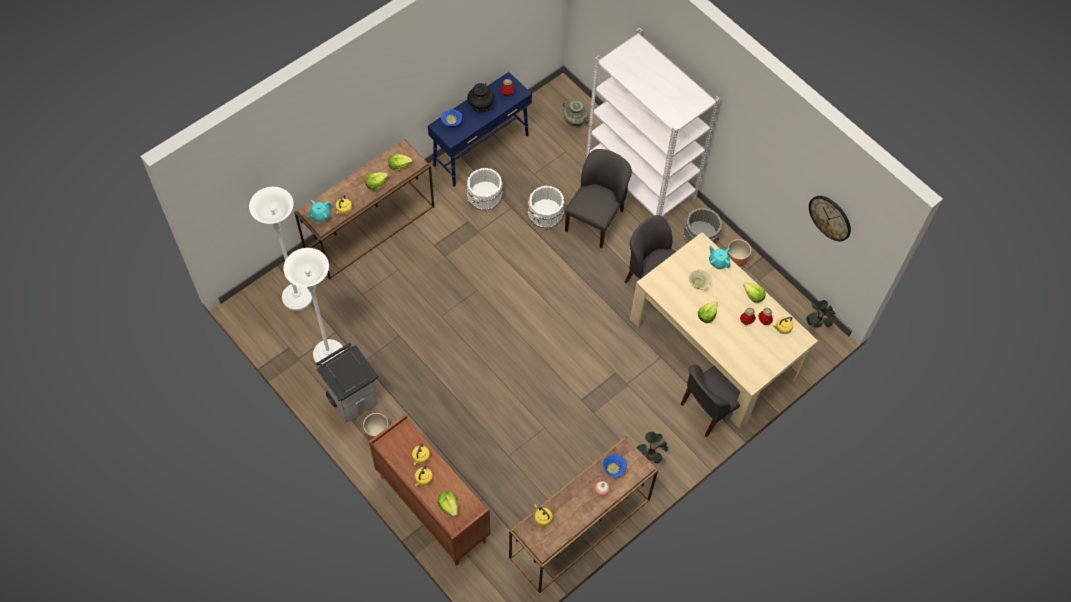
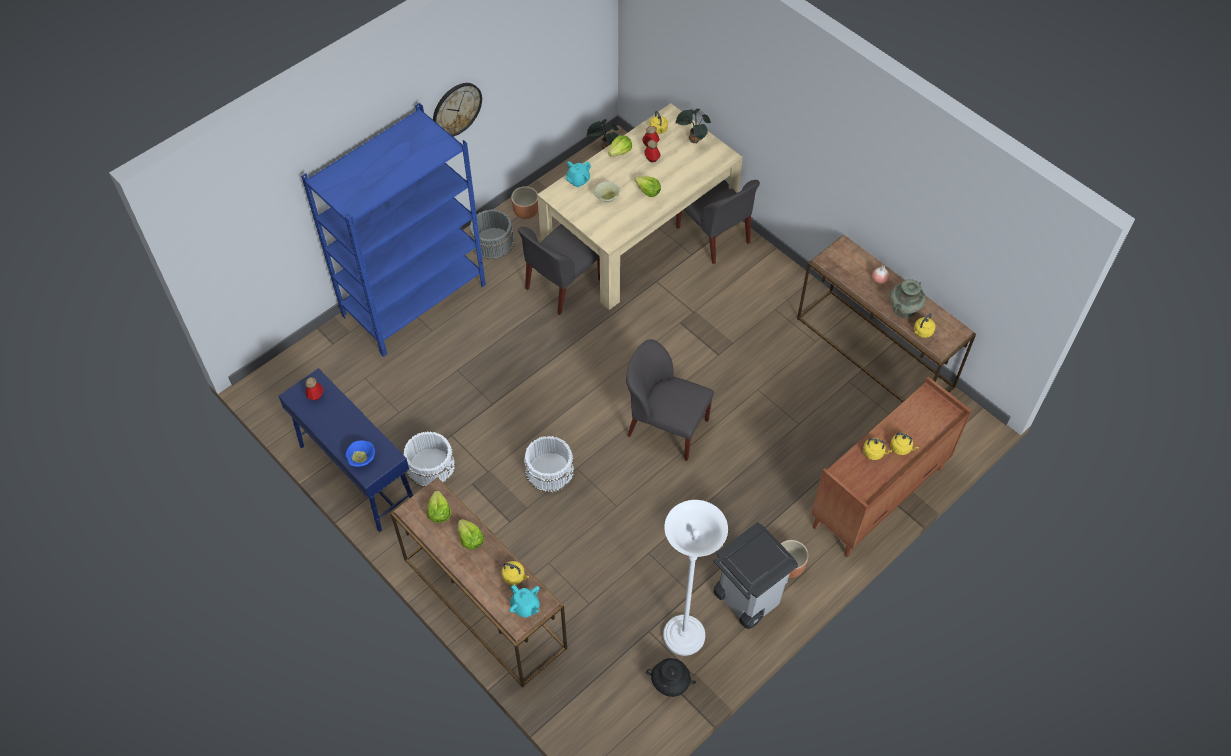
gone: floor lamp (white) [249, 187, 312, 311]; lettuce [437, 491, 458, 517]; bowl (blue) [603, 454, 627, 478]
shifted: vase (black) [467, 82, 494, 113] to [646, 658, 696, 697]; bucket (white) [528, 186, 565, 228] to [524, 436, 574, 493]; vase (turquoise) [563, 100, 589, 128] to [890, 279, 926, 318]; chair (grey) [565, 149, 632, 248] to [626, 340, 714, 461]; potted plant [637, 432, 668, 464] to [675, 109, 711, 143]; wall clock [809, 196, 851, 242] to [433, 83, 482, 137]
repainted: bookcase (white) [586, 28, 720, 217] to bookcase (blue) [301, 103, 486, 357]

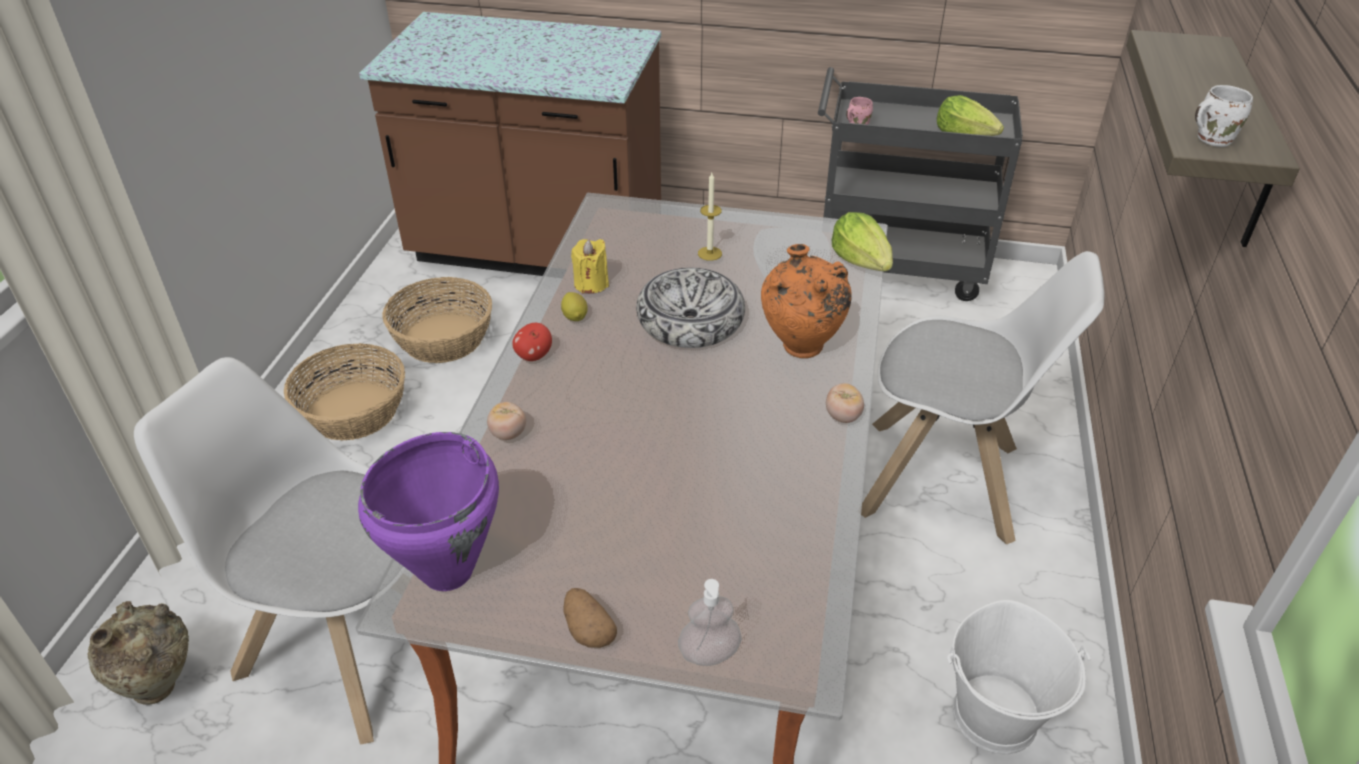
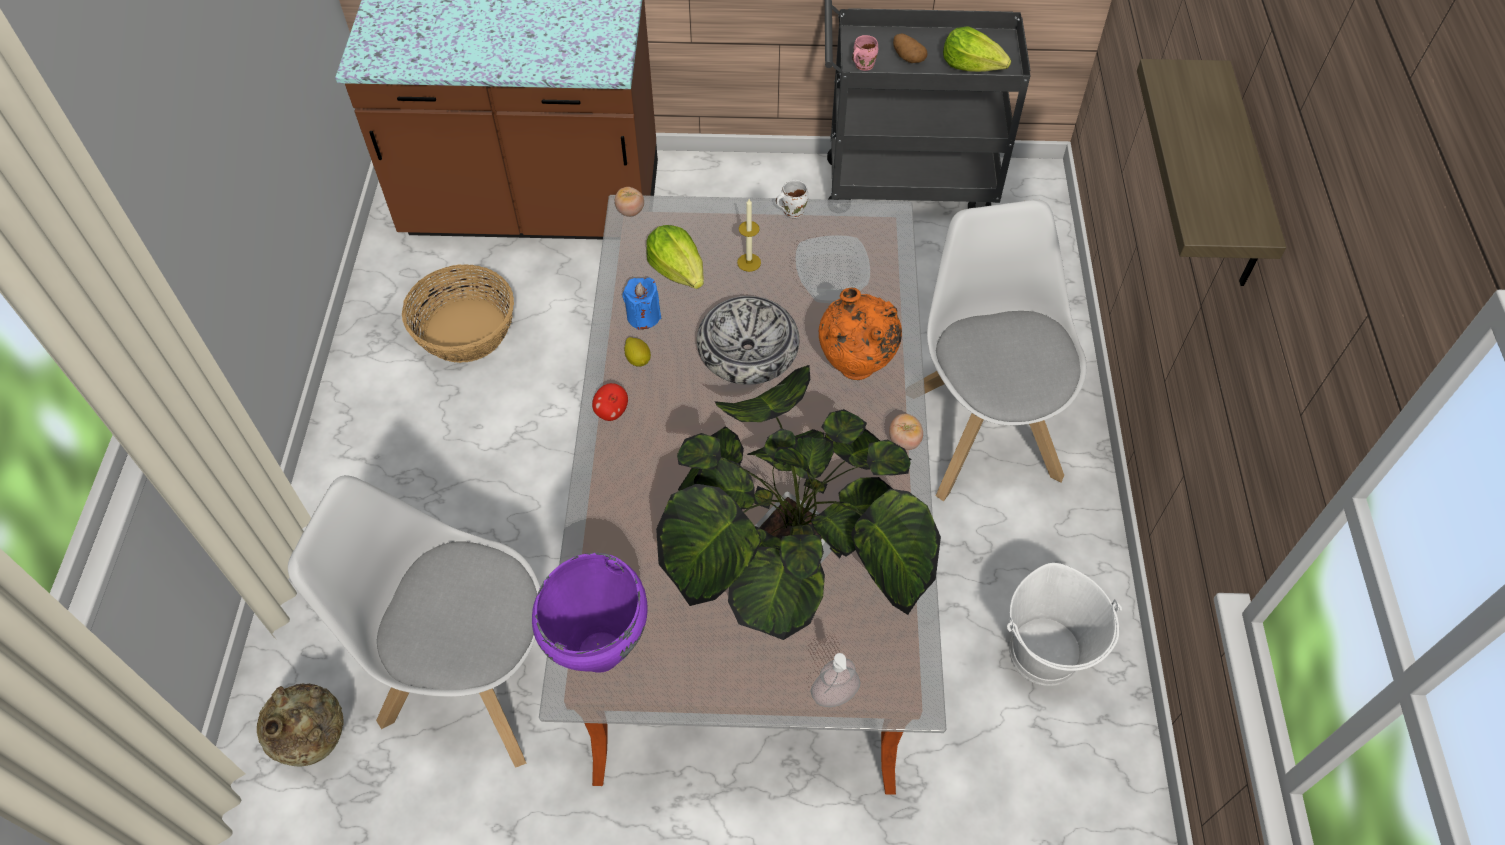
gone: basket [284, 343, 405, 441]
new: potted plant [656, 365, 941, 640]
shifted: tomato [487, 402, 526, 440] to [615, 187, 644, 216]; potato [563, 588, 617, 648] to [893, 33, 928, 63]; lettuce [831, 212, 893, 271] to [646, 225, 704, 289]; mug (white) [1195, 85, 1253, 147] to [776, 180, 808, 218]
repainted: candle (yellow) [571, 239, 609, 294] to candle (blue) [622, 278, 661, 330]
rotated: chair [861, 251, 1105, 545] = [924, 200, 1087, 502] 105 degrees counterclockwise

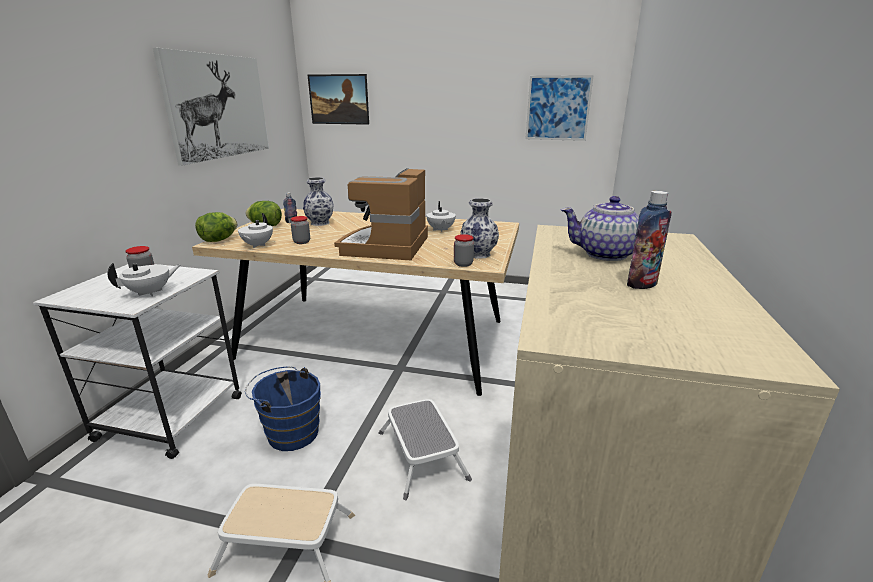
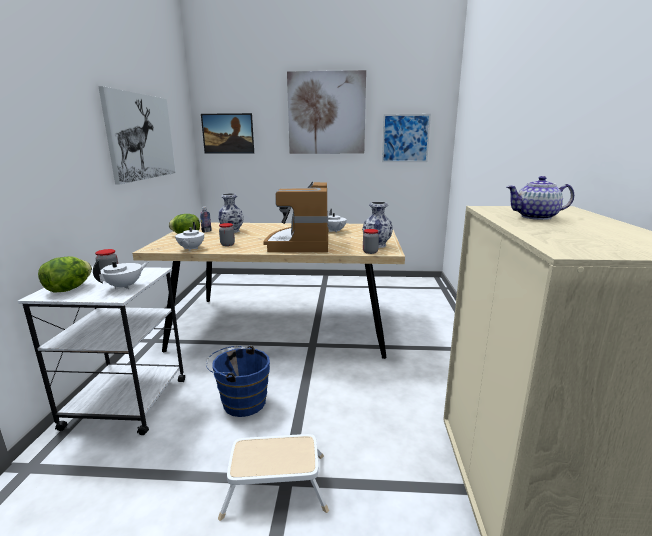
gone: step ladder (grey) [379, 399, 472, 501]; bottle [627, 191, 672, 289]
new: picture [287, 70, 366, 154]
shifted: lettuce [195, 212, 238, 242] to [38, 256, 92, 293]

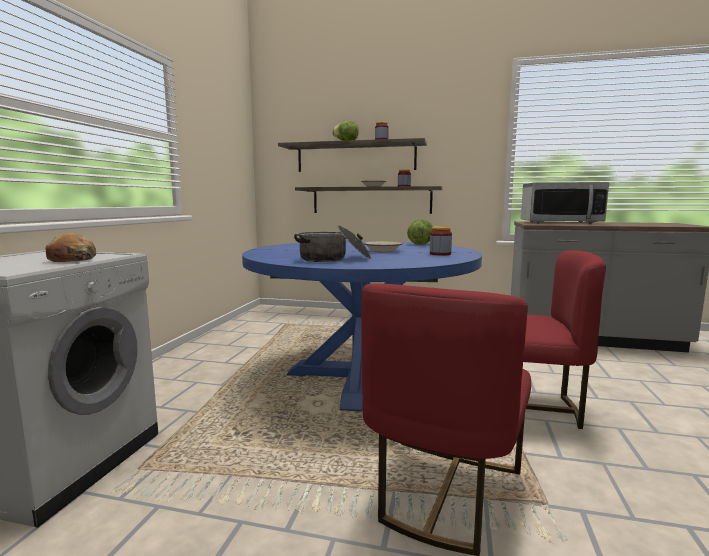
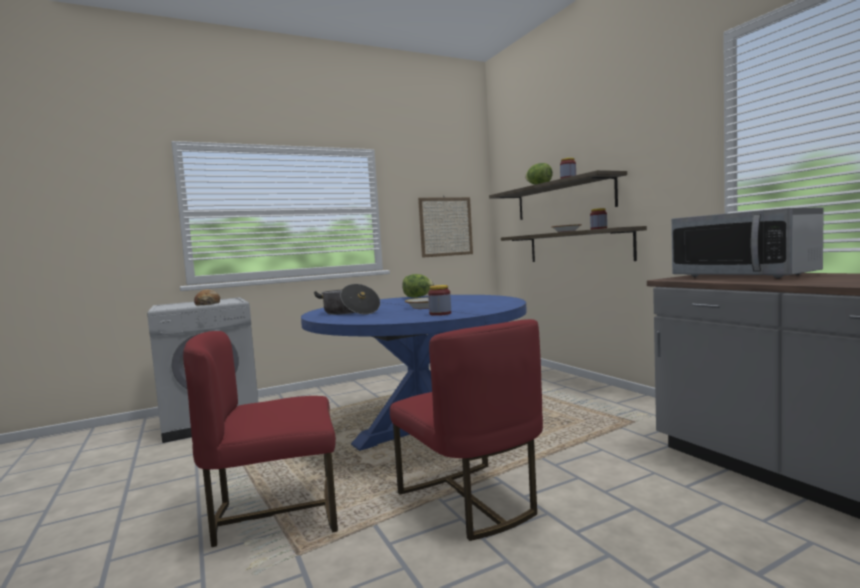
new: picture [418, 196, 473, 258]
shifted: lettuce [407, 219, 433, 245] to [402, 274, 434, 298]

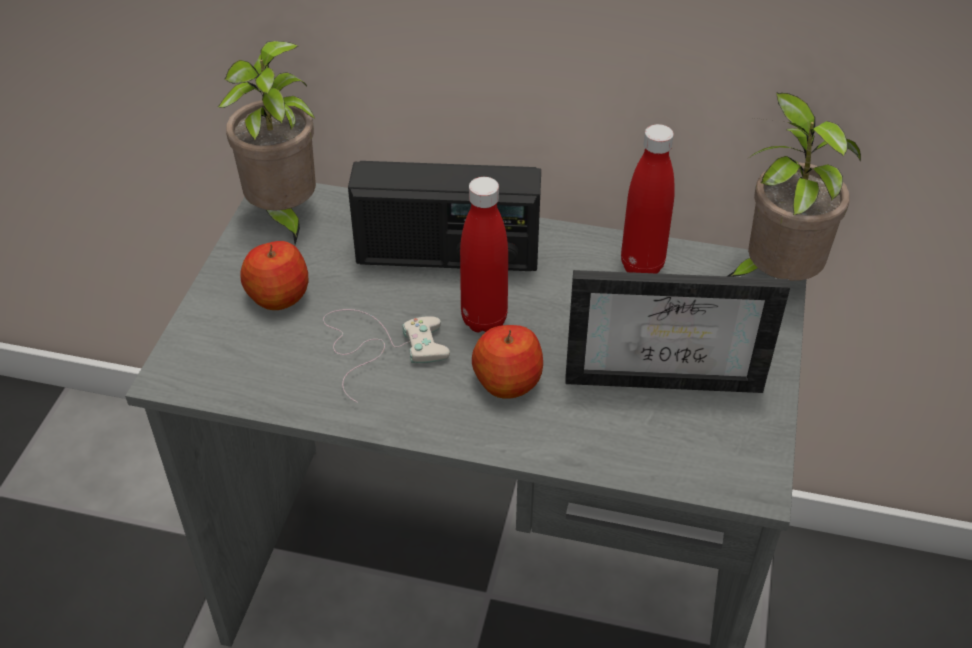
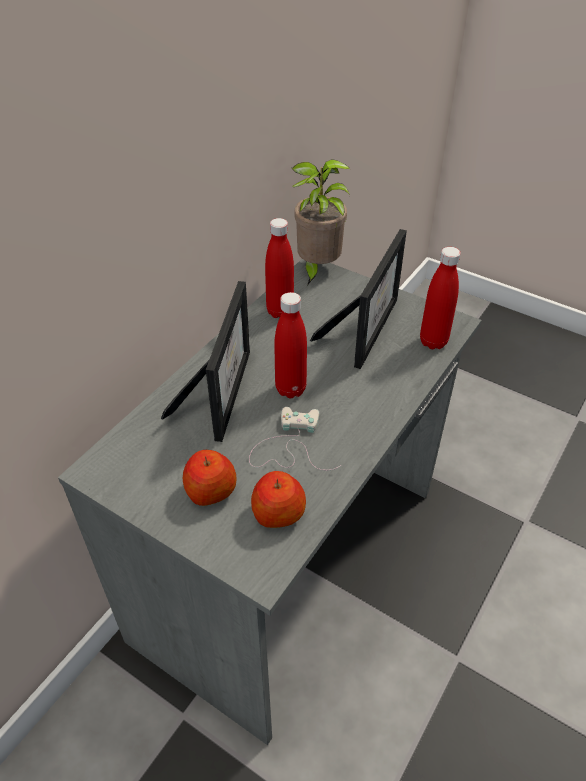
gone: potted plant [218, 41, 316, 245]
new: bottle (red) [420, 247, 461, 349]
shifted: apple [472, 325, 543, 399] to [251, 471, 306, 528]
swapped: radio [348, 161, 541, 271] to picture frame [161, 281, 250, 442]

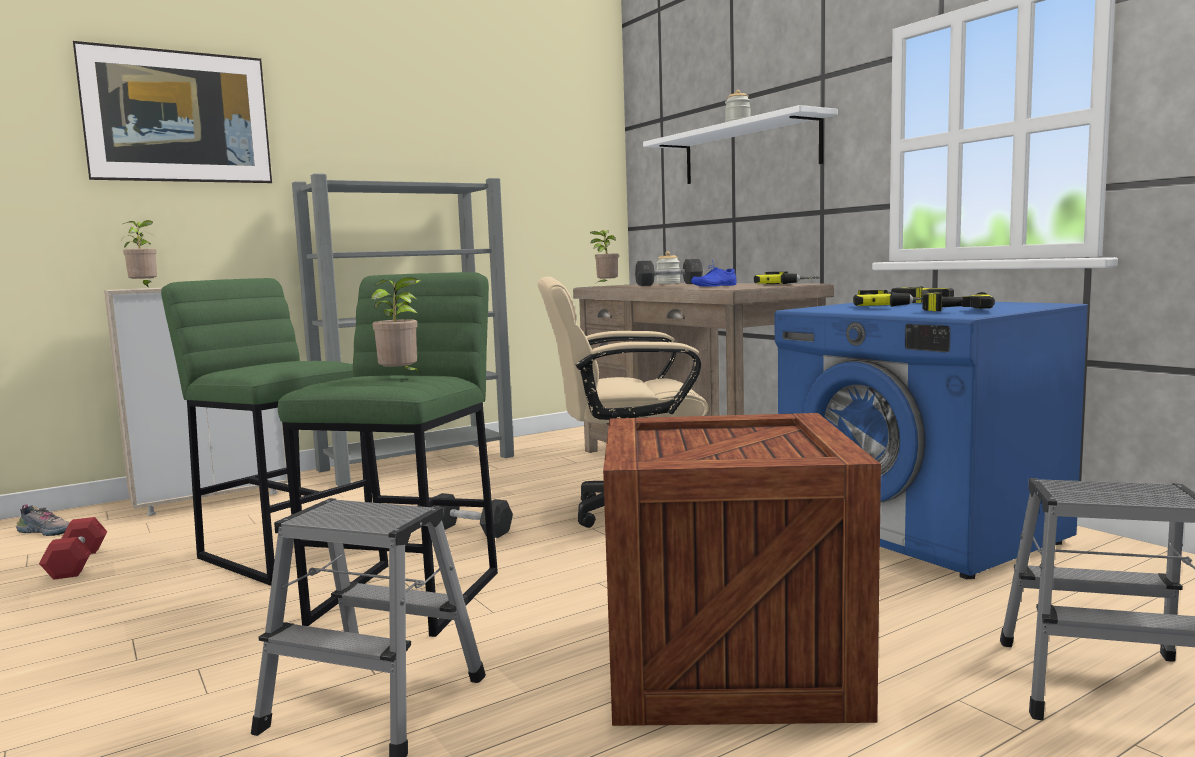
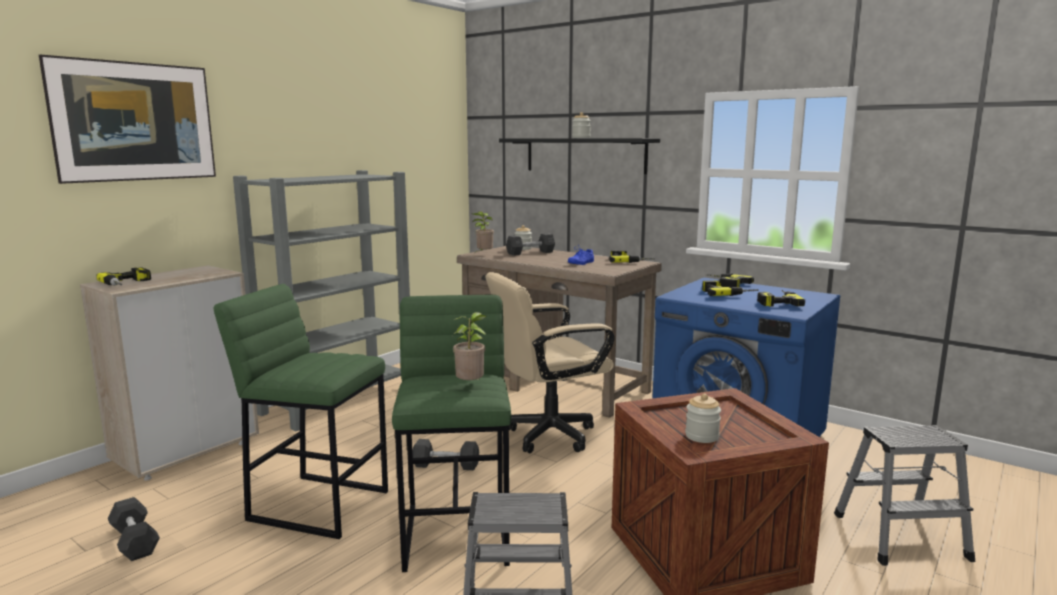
gone: shoe [16, 504, 69, 536]
new: jar [685, 394, 721, 443]
swapped: potted plant [121, 220, 157, 287] to power drill [96, 267, 151, 286]
repainted: dumbbell (red) [39, 517, 108, 580] to dumbbell (grey) [108, 497, 160, 561]; shelf (white) [643, 105, 838, 184] to shelf (black) [499, 138, 660, 174]

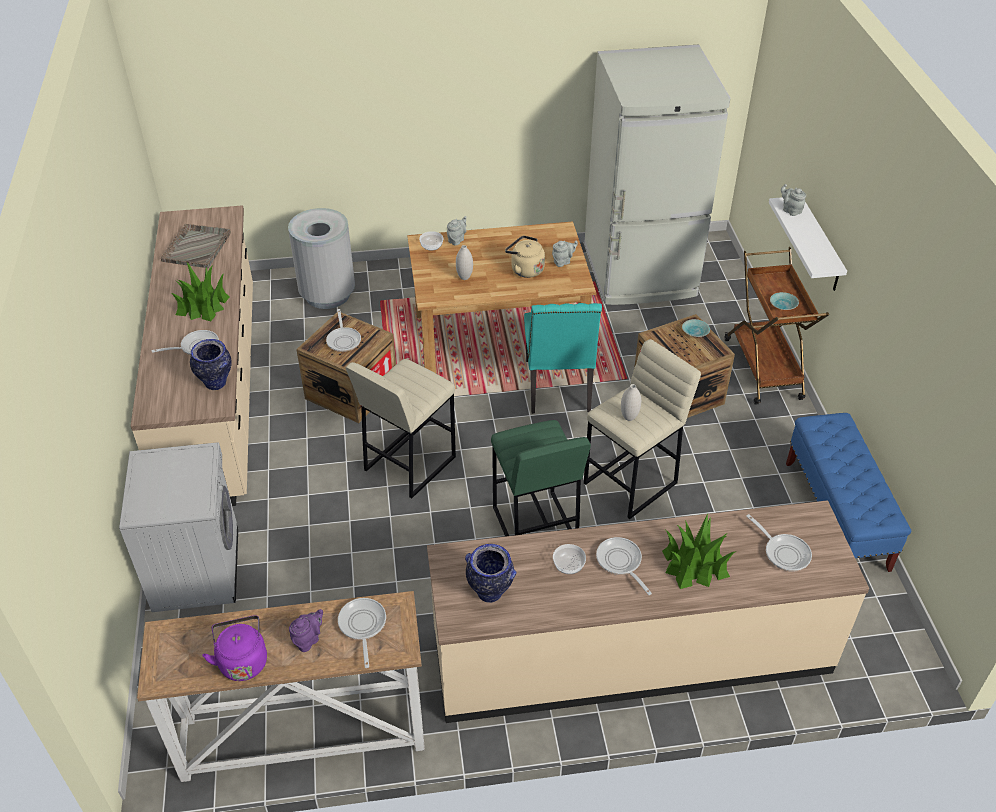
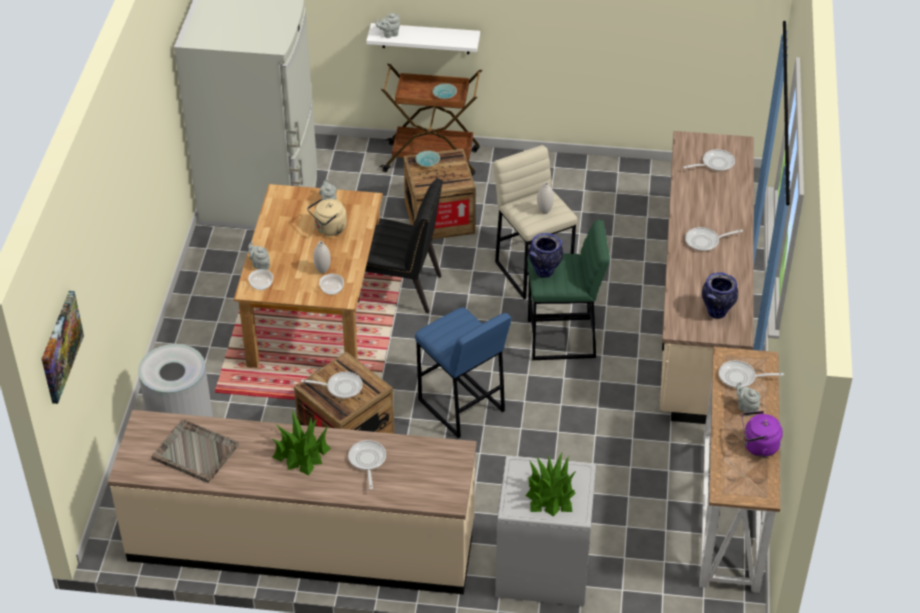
gone: bench (blue) [786, 413, 911, 572]
new: picture [42, 291, 84, 404]
shifted: vase [190, 339, 232, 390] to [528, 233, 563, 278]; bowl [553, 544, 586, 574] to [319, 274, 344, 295]; potted plant [662, 513, 735, 589] to [525, 453, 576, 517]
repainted: teapot (purple) [289, 609, 323, 652] to teapot (grey) [736, 382, 761, 416]; stool (beige) [346, 359, 456, 498] to stool (blue) [415, 307, 512, 438]; chair (turquoise) [524, 303, 602, 414] to chair (black) [358, 178, 443, 313]

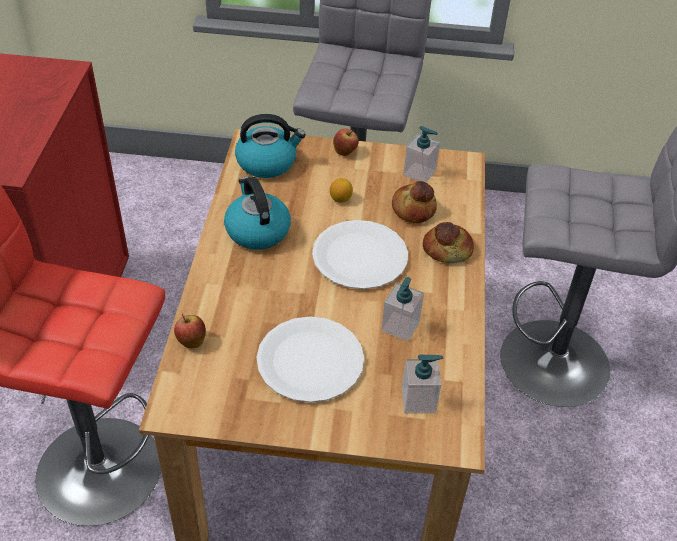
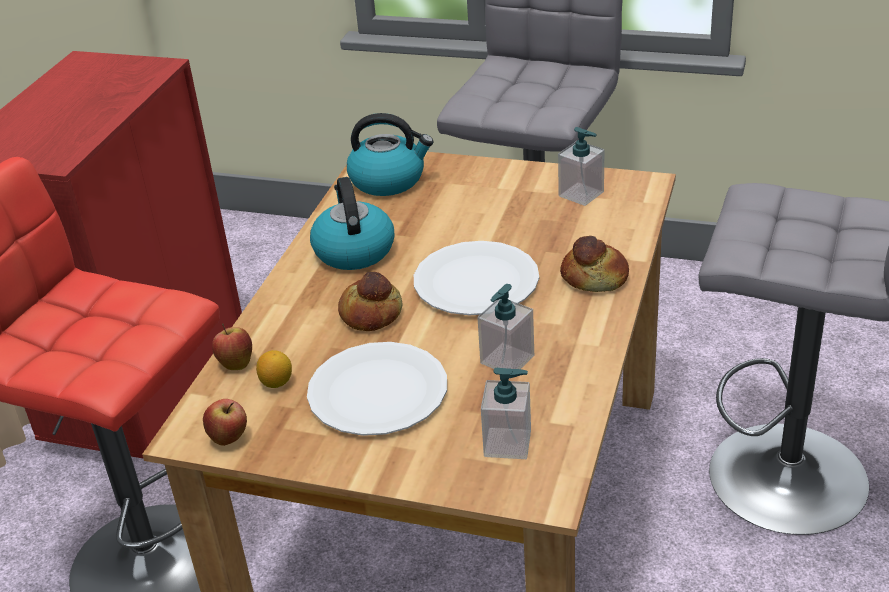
shifted: lemon [330, 178, 353, 203] to [256, 350, 292, 388]; apple [333, 128, 359, 156] to [203, 399, 247, 446]; bread [392, 181, 437, 223] to [338, 271, 402, 331]

